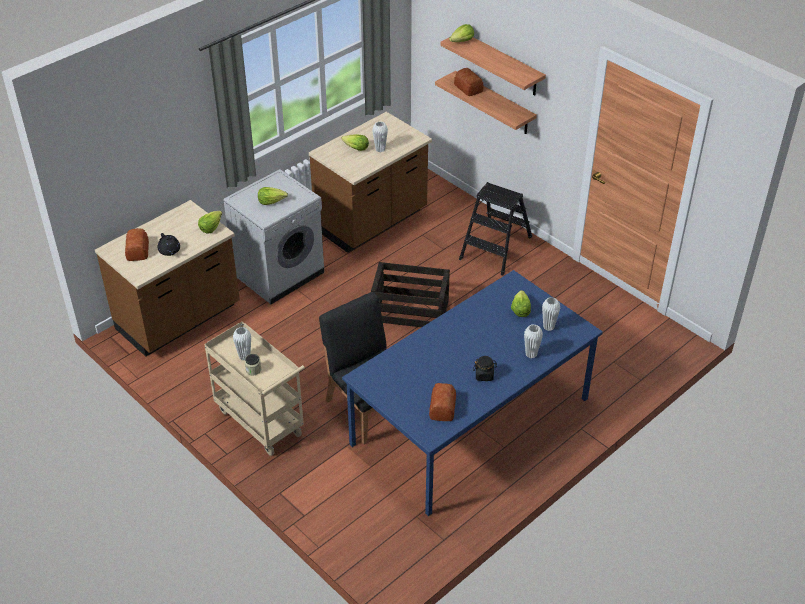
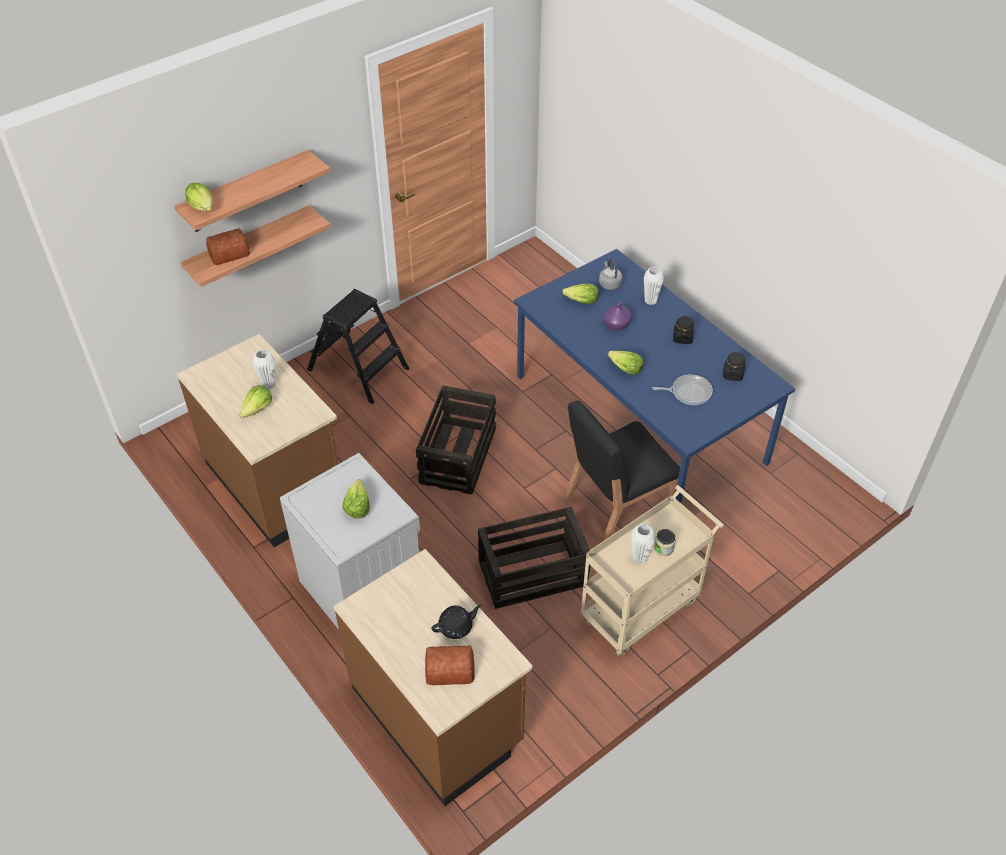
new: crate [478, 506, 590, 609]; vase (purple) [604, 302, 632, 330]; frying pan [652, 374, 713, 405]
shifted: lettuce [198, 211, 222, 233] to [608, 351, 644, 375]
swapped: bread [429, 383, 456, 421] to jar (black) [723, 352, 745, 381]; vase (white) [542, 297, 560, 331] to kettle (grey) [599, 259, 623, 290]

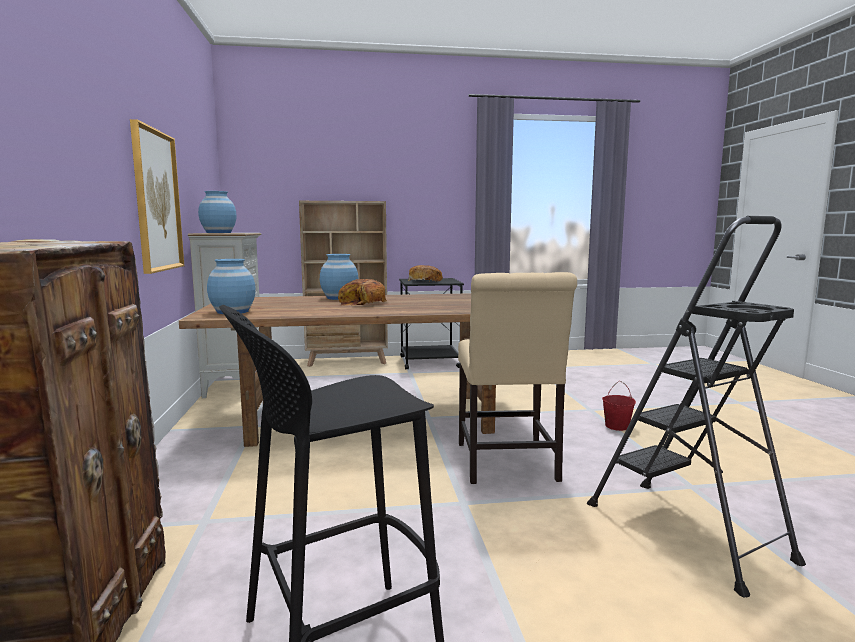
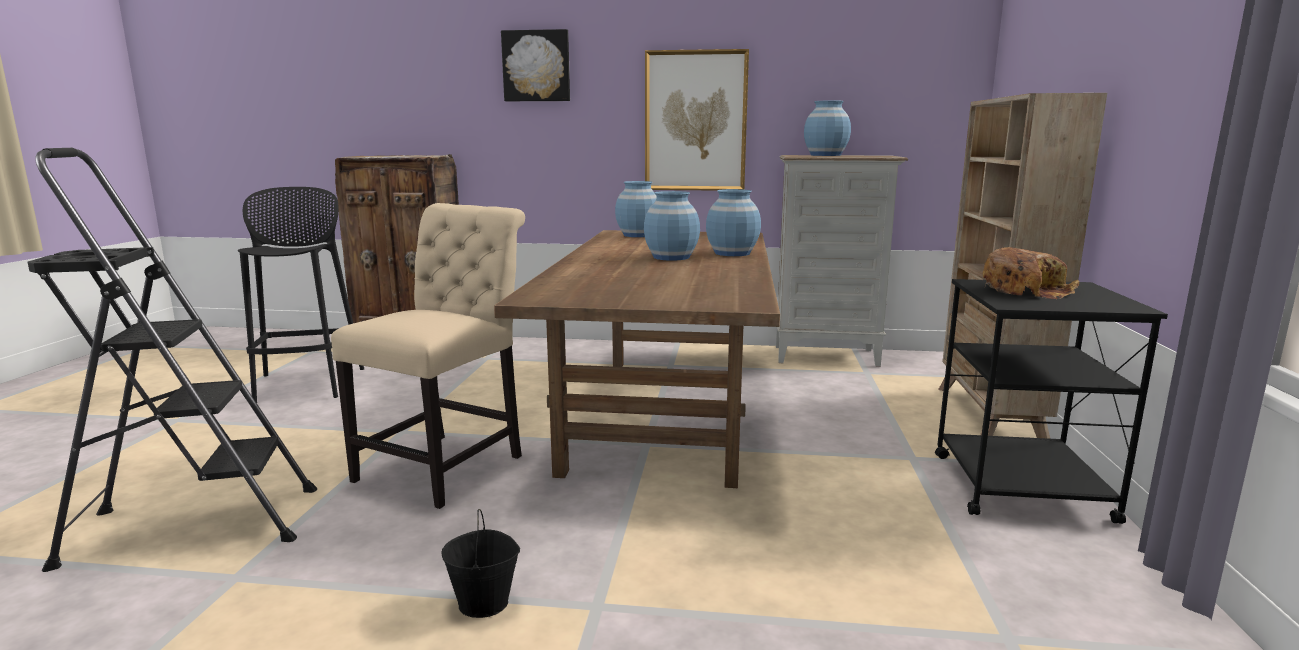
new: picture [501, 29, 570, 101]
swapped: bread [338, 279, 387, 306] to vase (blue) [644, 191, 700, 261]
repainted: bucket (red) [602, 381, 636, 431] to bucket (black) [442, 509, 520, 618]
rotated: chair (beige) [458, 272, 577, 484] = [331, 203, 525, 509] 105 degrees clockwise

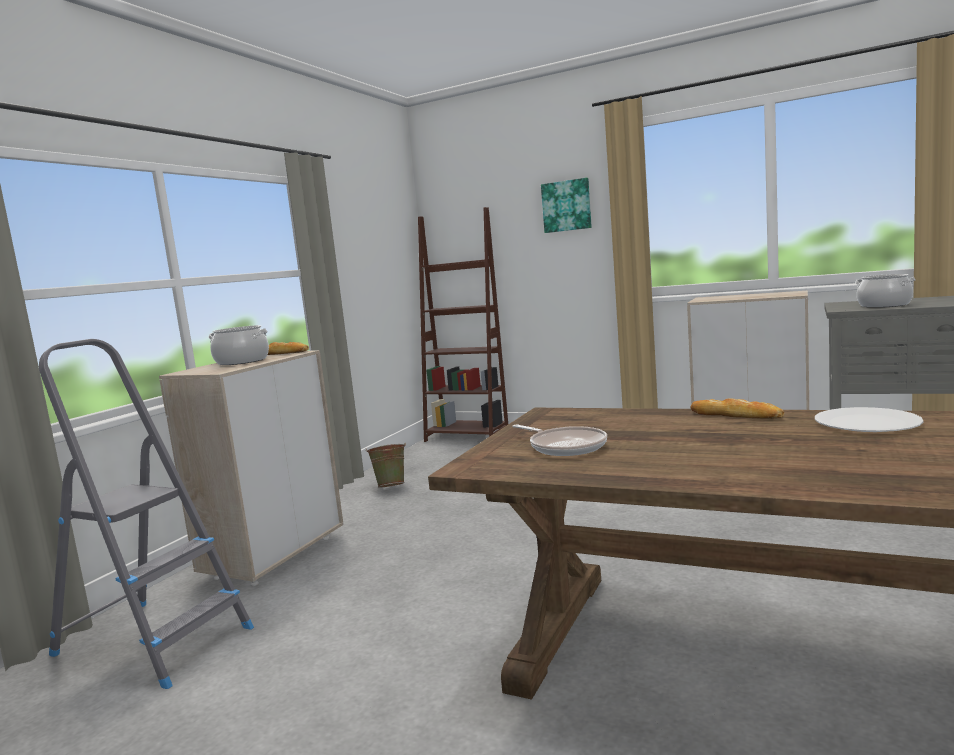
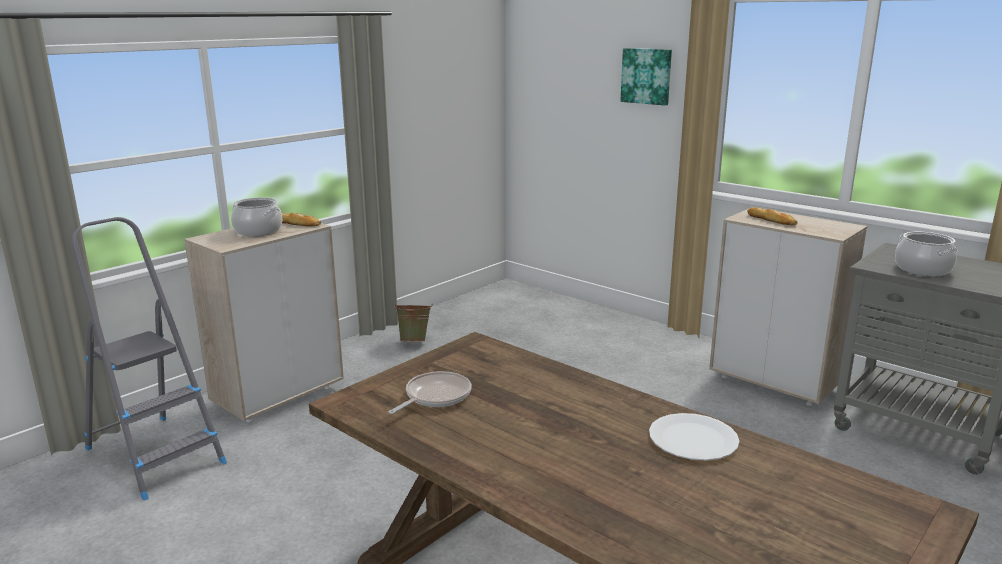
gone: bookcase (brown) [418, 207, 508, 442]
shifted: bread [691, 399, 785, 419] to [747, 207, 798, 225]
rotated: frying pan [513, 424, 607, 456] = [388, 371, 472, 414] 120 degrees counterclockwise

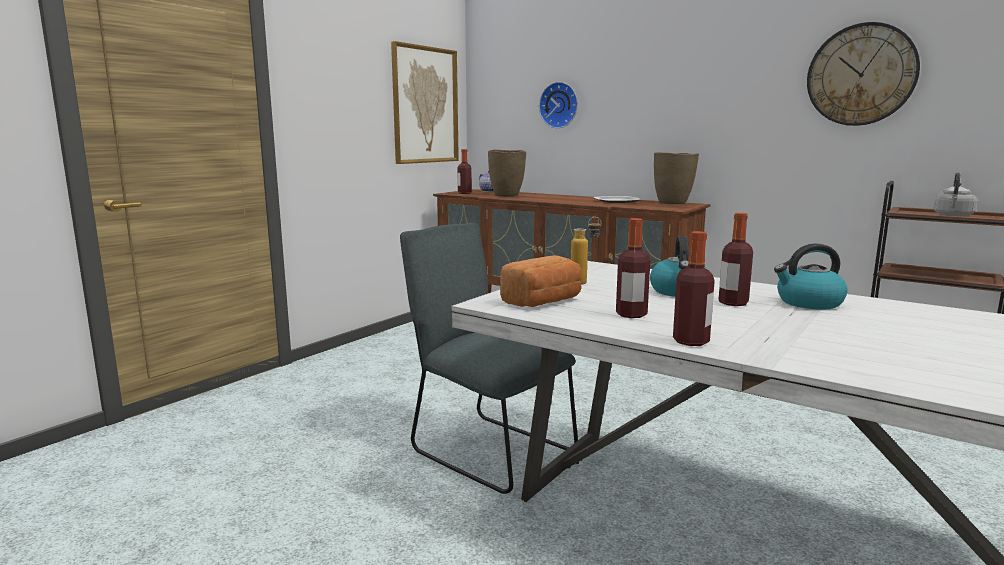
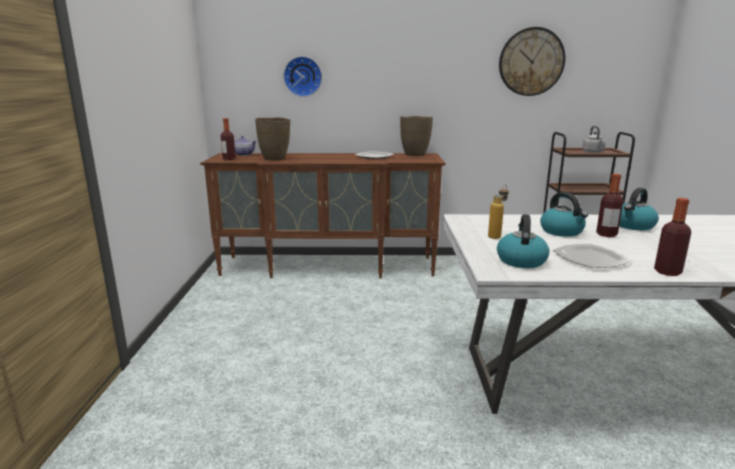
gone: picture [391, 41, 459, 164]; chair (grey) [400, 223, 578, 494]
swapped: bread [500, 255, 582, 307] to kettle [497, 214, 549, 268]; bottle [616, 218, 650, 318] to plate [553, 244, 632, 268]

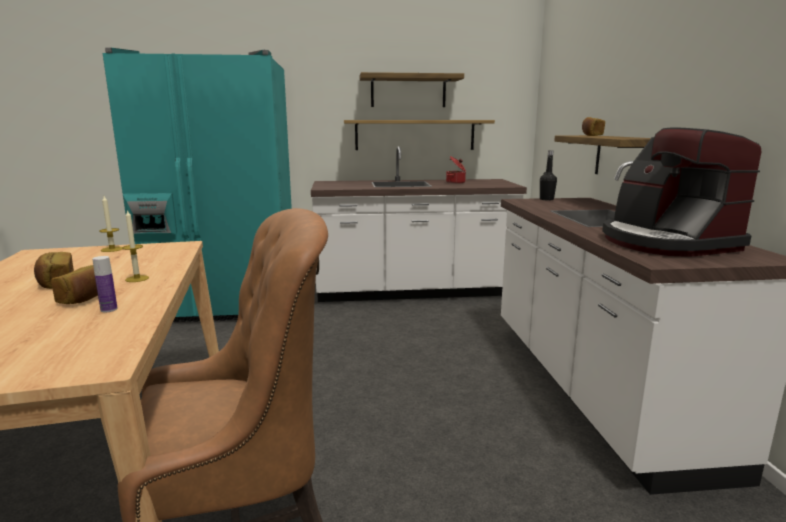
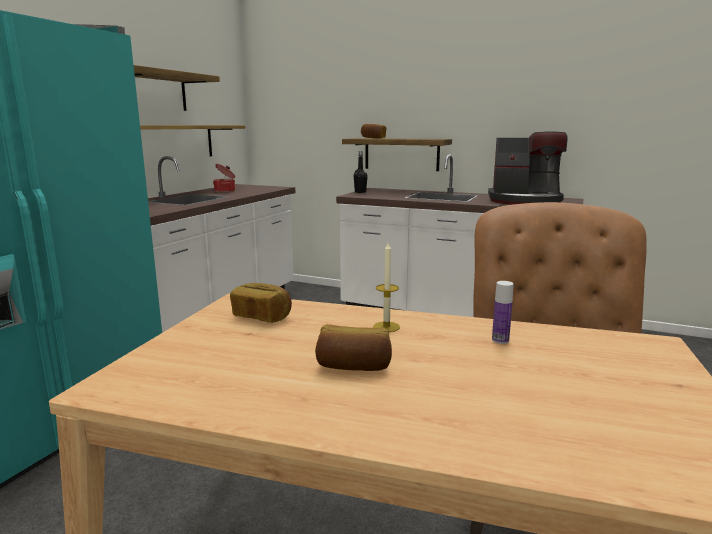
gone: candle [99, 196, 122, 252]
shifted: bread [51, 265, 98, 304] to [230, 283, 292, 323]

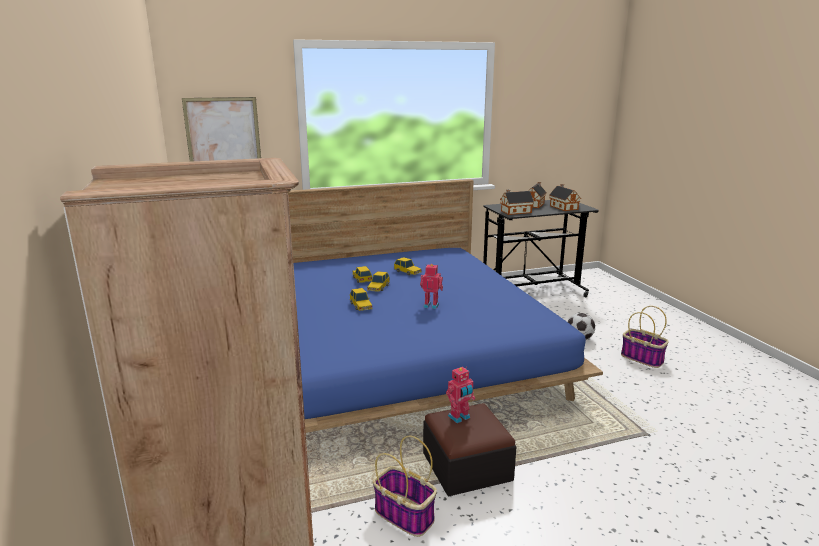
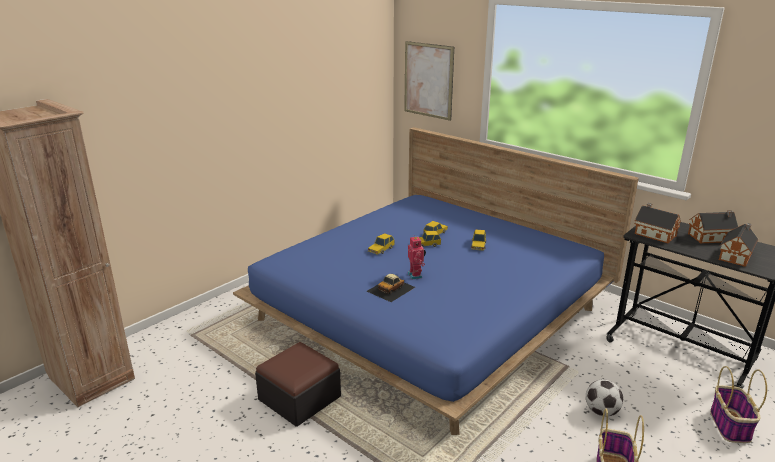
gone: toy robot [446, 367, 475, 423]
new: toy car [367, 274, 415, 302]
shifted: basket [373, 436, 437, 537] to [710, 366, 767, 443]

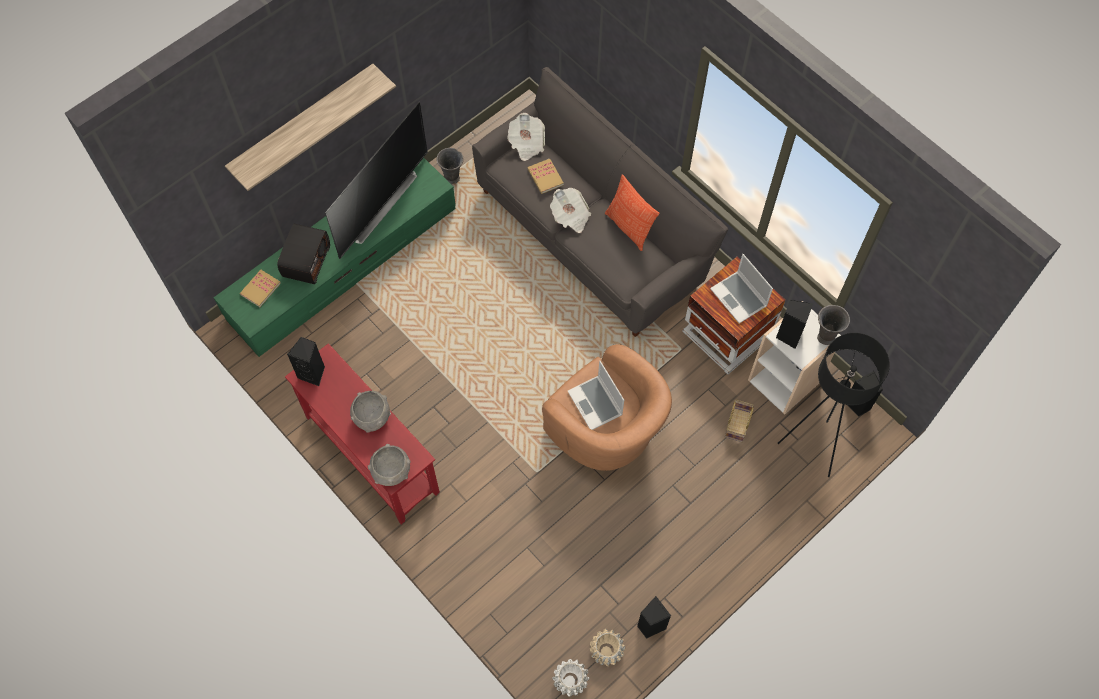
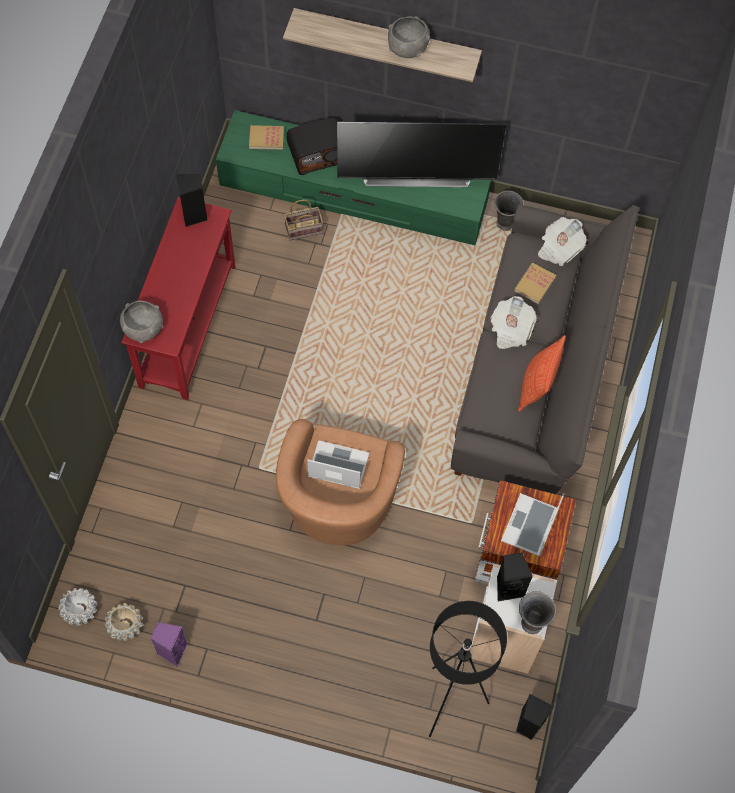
shifted: bowl (grey) [350, 391, 391, 433] to [388, 16, 430, 58]; basket [725, 399, 754, 442] to [284, 199, 323, 241]
repainted: speaker (black) [637, 596, 671, 639] to speaker (purple) [151, 622, 188, 667]
rotated: laptop [568, 361, 624, 430] = [307, 440, 369, 489] 75 degrees clockwise

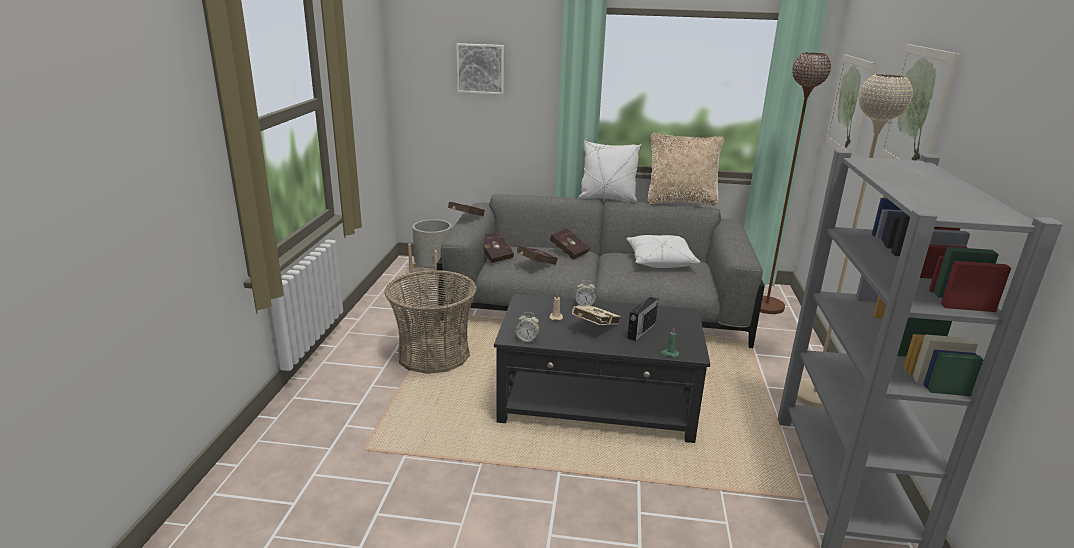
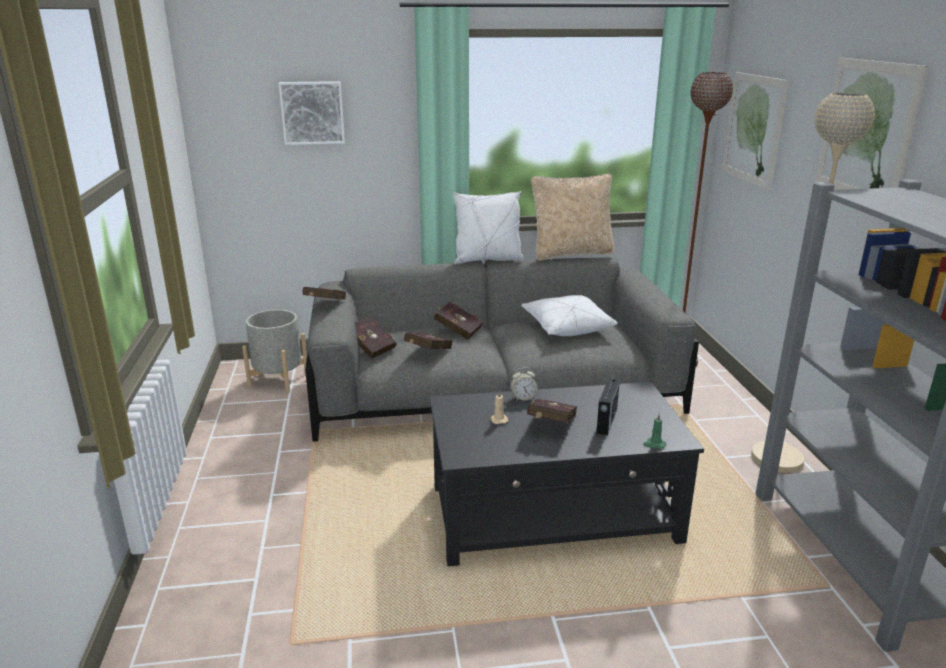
gone: basket [384, 270, 477, 374]; alarm clock [515, 312, 540, 343]
repainted: book (beige) [572, 305, 621, 325] to book (red) [527, 399, 577, 423]

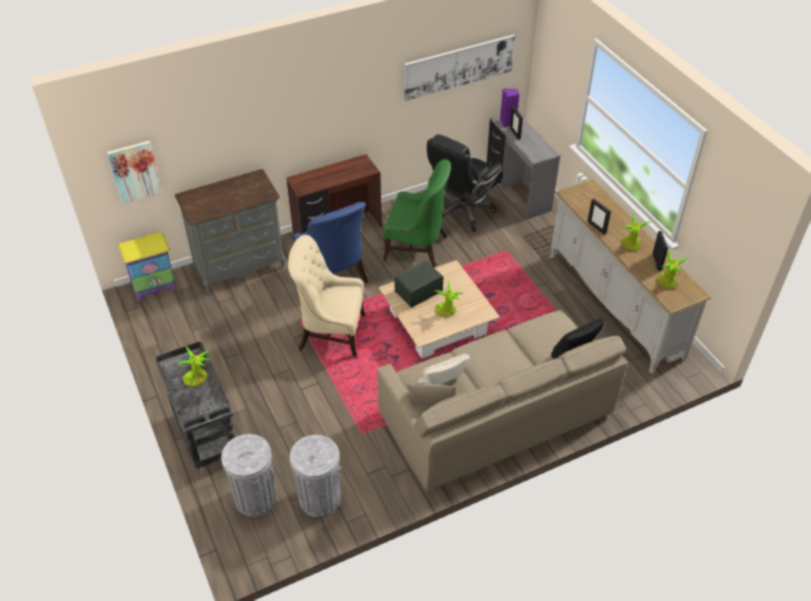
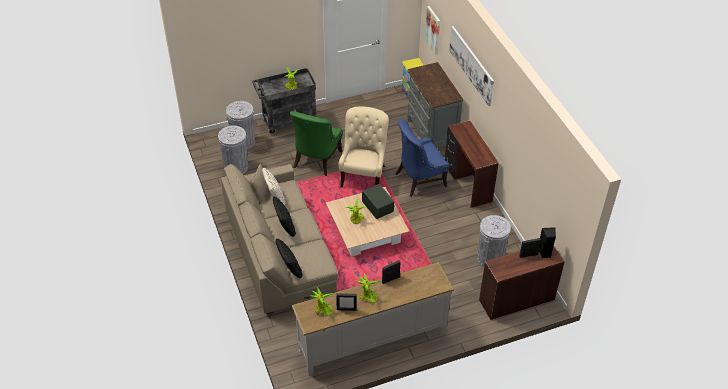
new: pillow (black) [273, 196, 296, 237]
shifted: chair (green) [383, 159, 451, 268] to [289, 111, 343, 176]; picture [404, 34, 515, 101] to [449, 26, 494, 106]
swapped: office chair (black) [427, 134, 503, 232] to trash can (grey) [477, 215, 511, 267]
repainted: desk (grey) [487, 115, 561, 220] to desk (brown) [479, 246, 565, 320]; speaker (purple) [500, 89, 520, 127] to speaker (black) [539, 227, 556, 258]

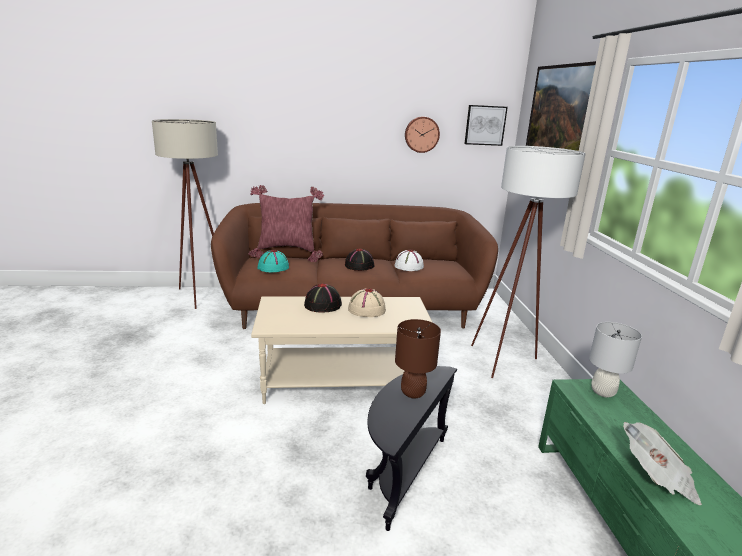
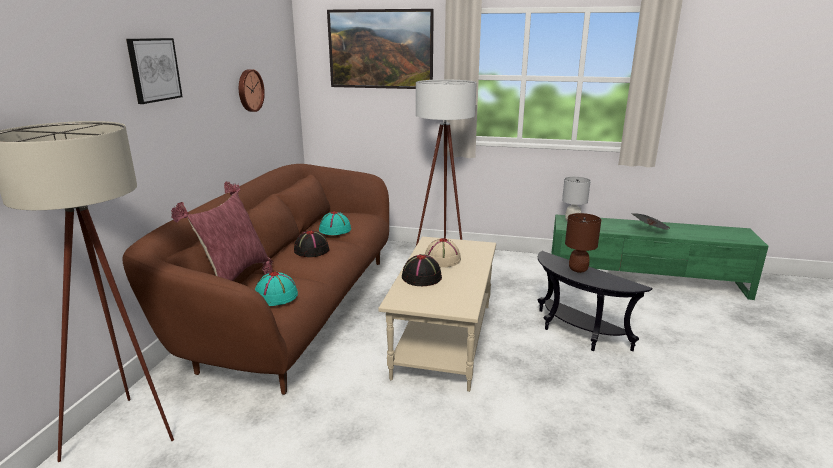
shifted: picture [465, 105, 508, 146] to [126, 38, 183, 104]
repainted: hat (white) [395, 249, 424, 271] to hat (turquoise) [319, 211, 351, 235]

